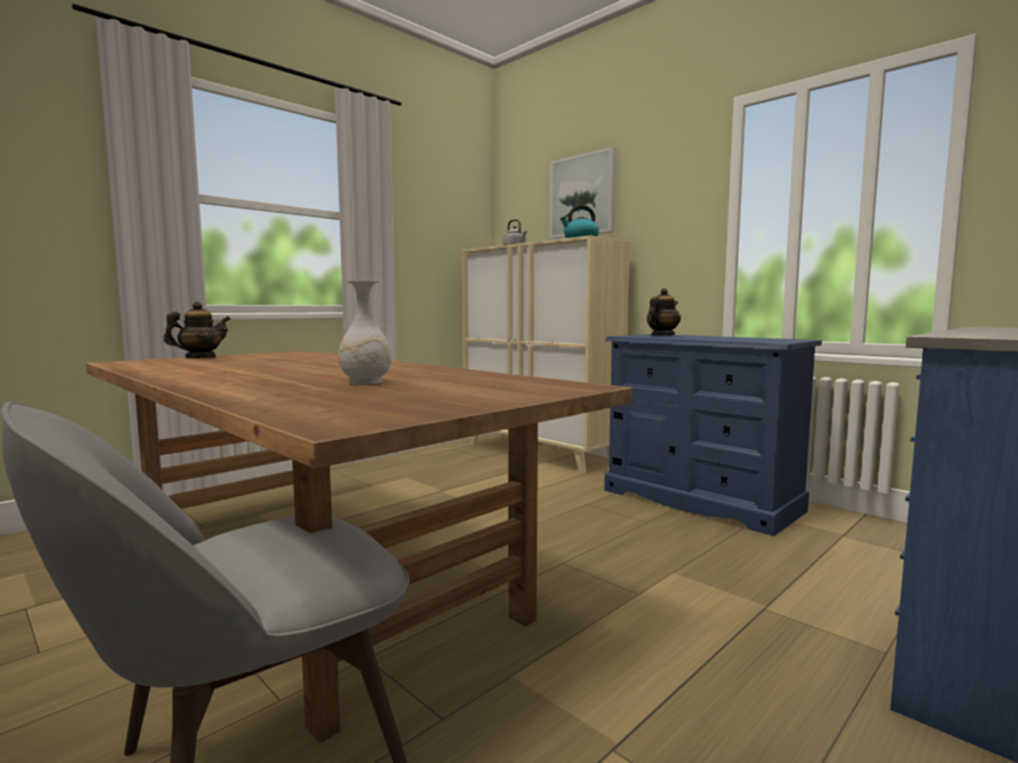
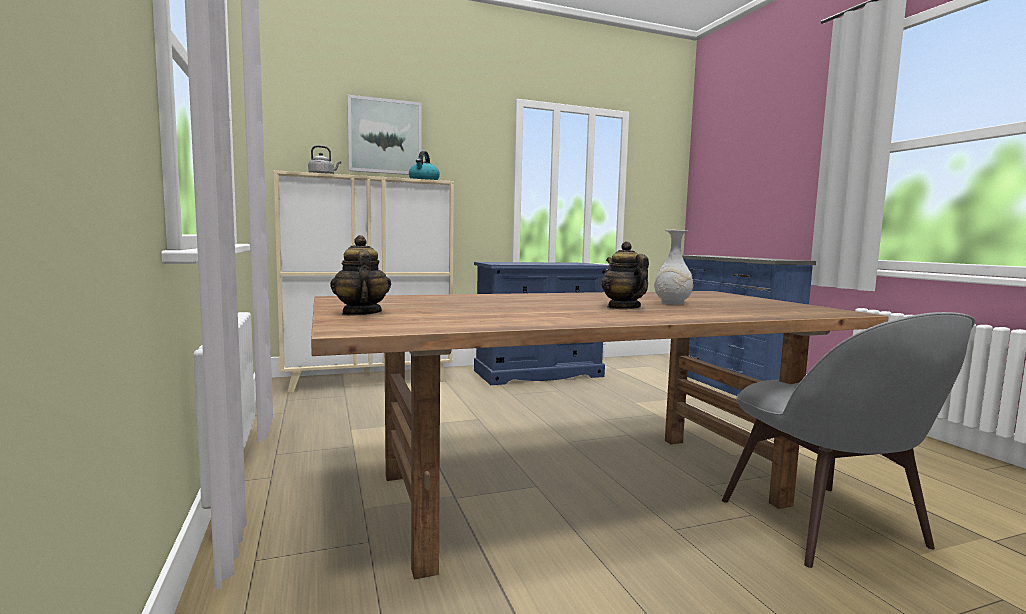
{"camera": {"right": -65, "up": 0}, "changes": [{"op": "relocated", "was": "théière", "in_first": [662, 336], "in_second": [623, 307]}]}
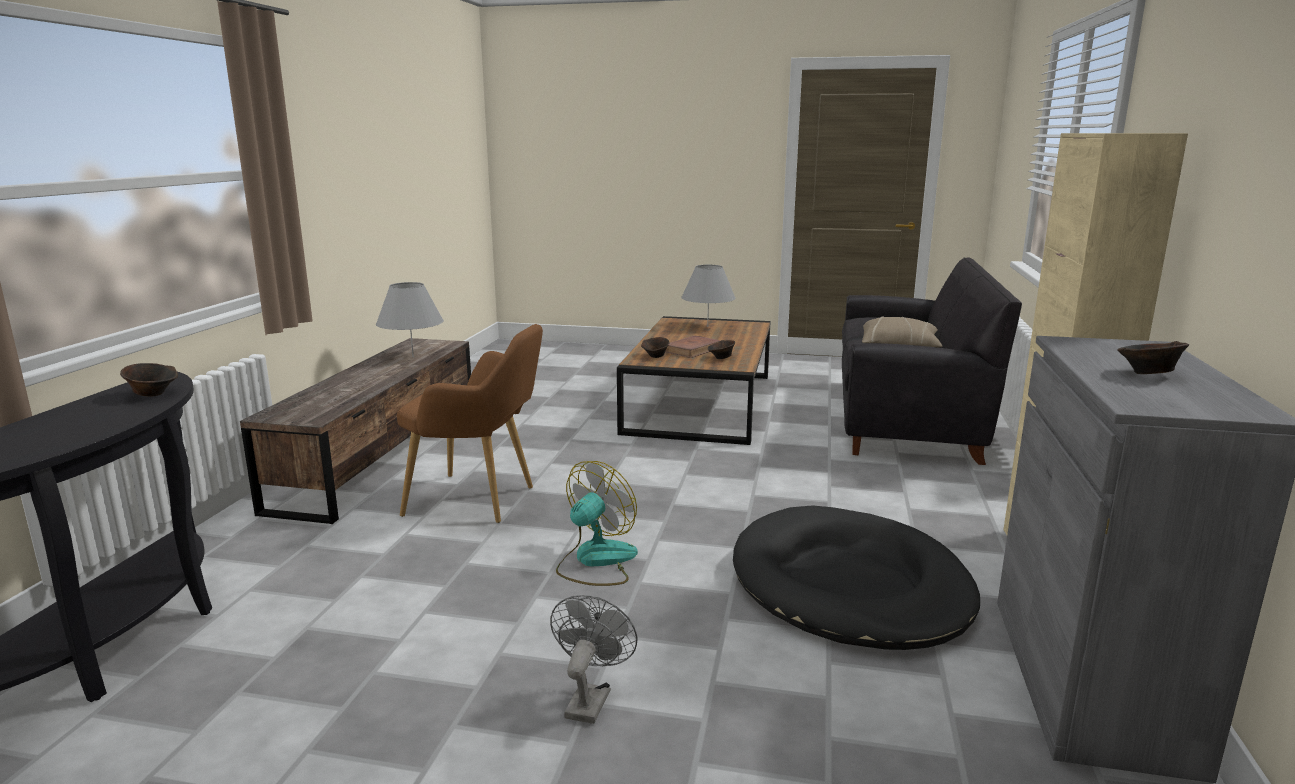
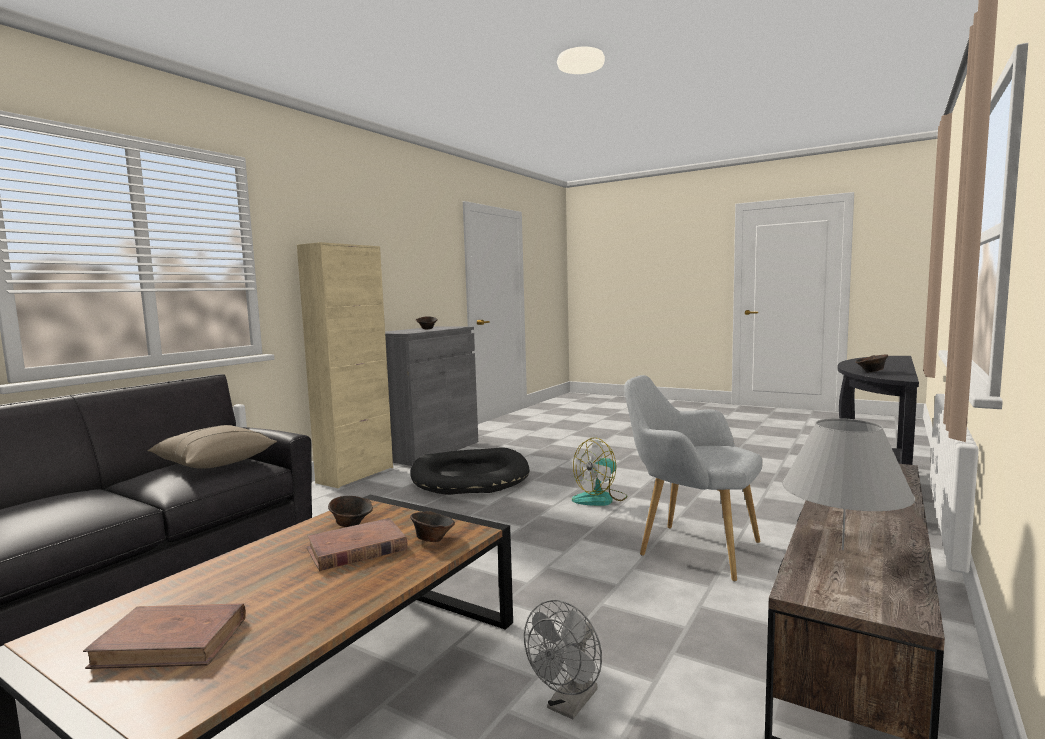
{"camera": {"right": -160, "up": -10}, "changes": [{"op": "colour", "was": "fauteuil (marron)", "now": "fauteuil (gris)", "in_first": [479, 501], "in_second": [691, 548]}, {"op": "relocated", "was": "ventilateur (gris)", "in_first": [590, 699], "in_second": [569, 705]}, {"op": "exchanged", "was": "lampe de table (gris)", "now": "livre (marron)", "in_first": [707, 326], "in_second": [172, 642]}]}
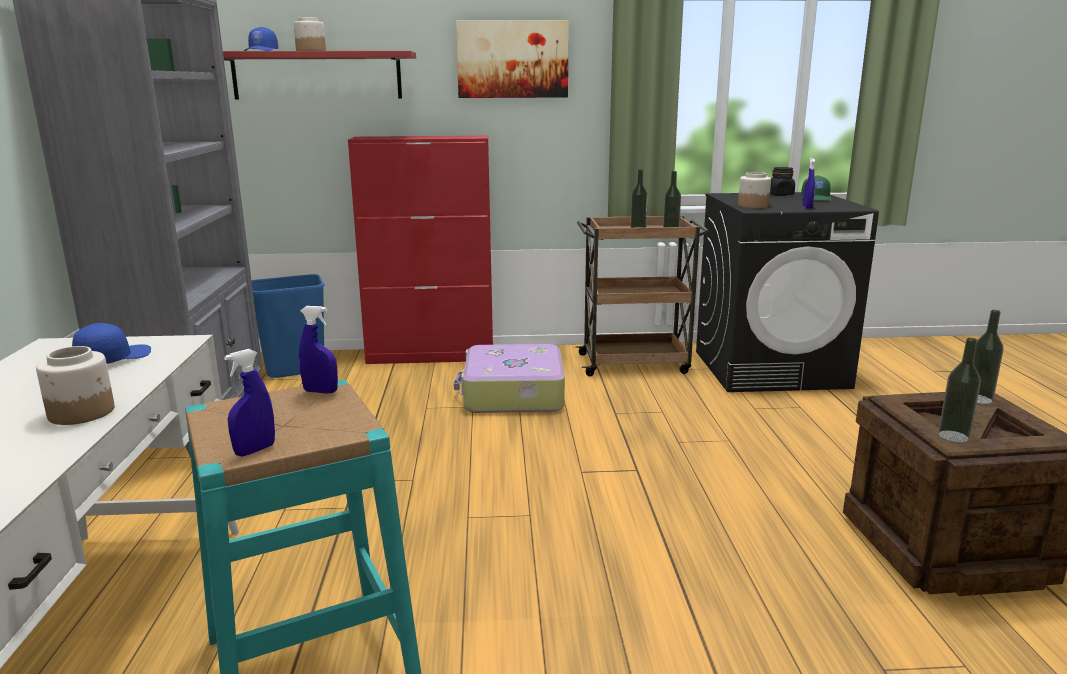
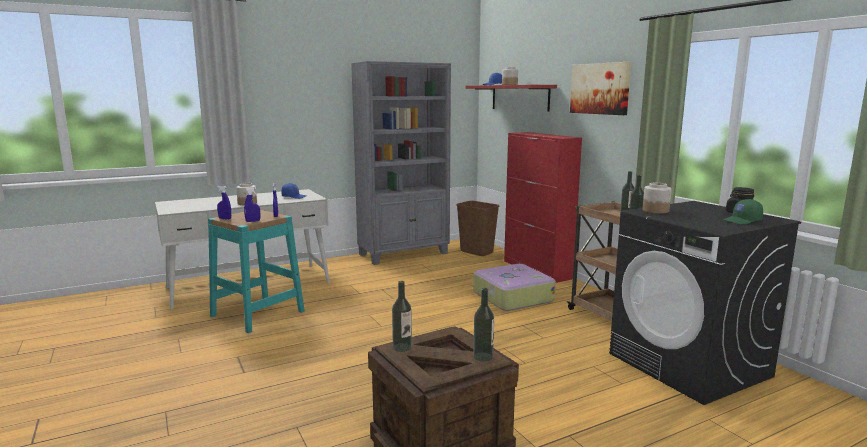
{"camera": {"right": 65, "up": -5}, "changes": [{"op": "colour", "was": "poubelle (bleu)", "now": "poubelle (marron)", "in_first": [294, 370], "in_second": [476, 252]}, {"op": "relocated", "was": "vaporisateur (bleu)", "in_first": [807, 207], "in_second": [253, 221]}]}
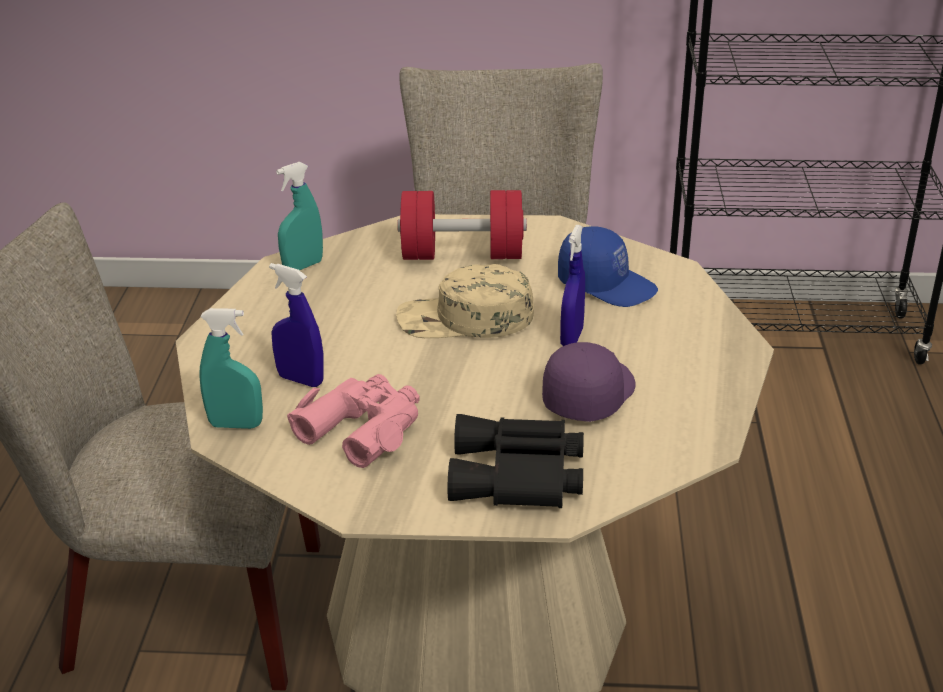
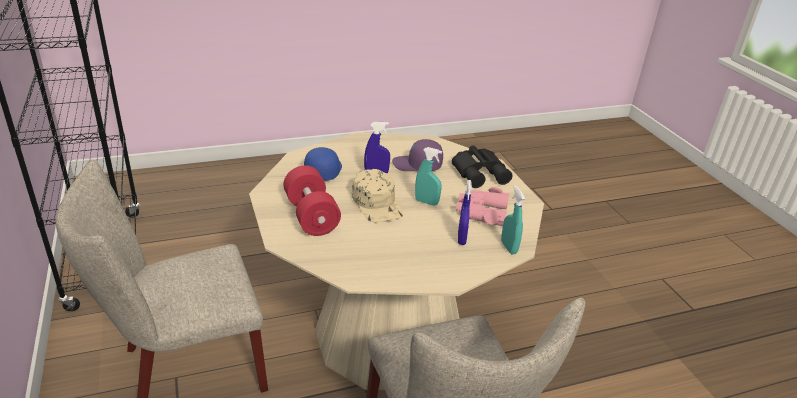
{"camera": {"right": -115, "up": 0}, "changes": [{"op": "relocated", "was": "vaporisateur (turquoise)", "in_first": [303, 266], "in_second": [426, 202]}]}
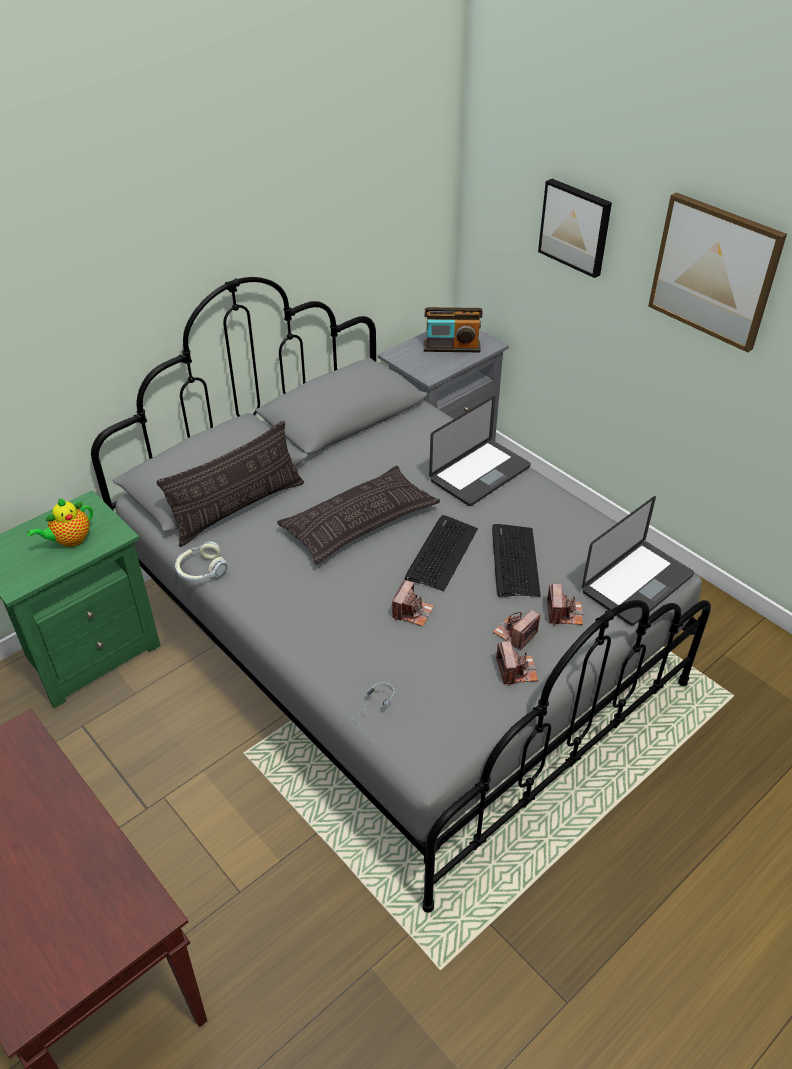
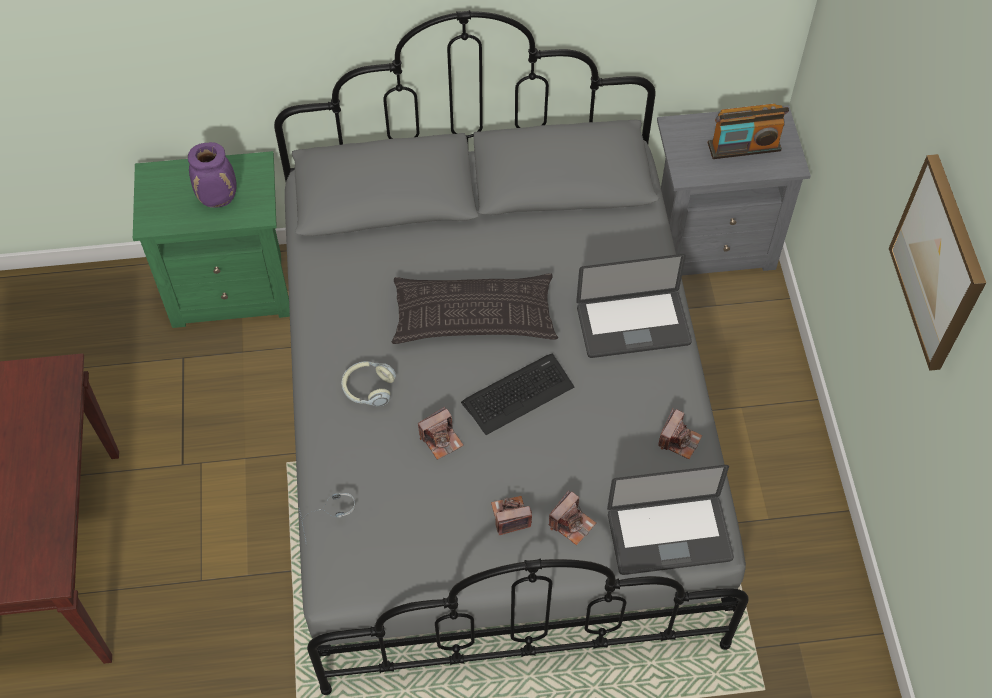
{"camera": {"right": 35, "up": 15}, "changes": [{"op": "exchanged", "was": "théière", "now": "vase (violet)", "in_first": [70, 540], "in_second": [219, 199]}, {"op": "missing", "was": "coussin", "in_first": [238, 508]}, {"op": "relocated", "was": "casque audio", "in_first": [201, 570], "in_second": [368, 388]}, {"op": "spun", "was": "radio", "in_first": [451, 347], "in_second": [744, 147], "clockwise": -45}, {"op": "missing", "was": "clavier", "in_first": [514, 561]}, {"op": "relocated", "was": "appareil photo", "in_first": [516, 670], "in_second": [679, 440]}, {"op": "missing", "was": "tableau", "in_first": [576, 227]}]}
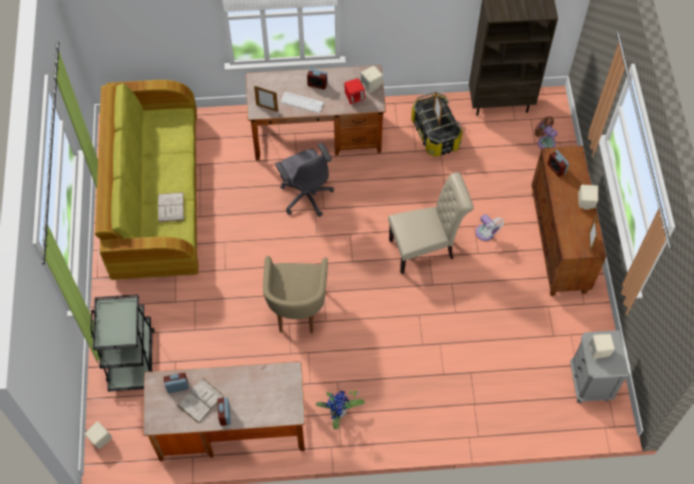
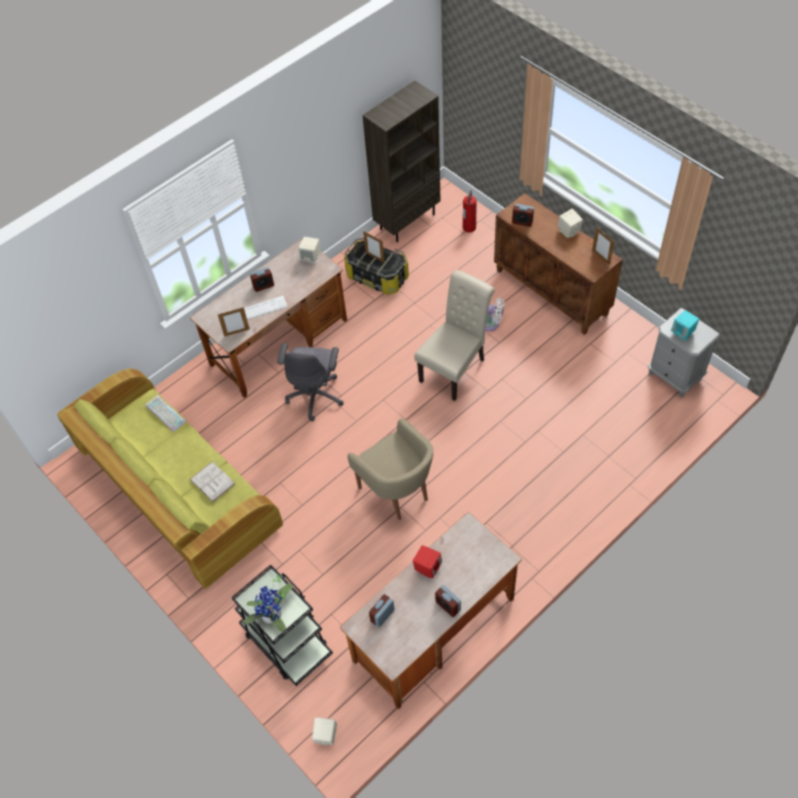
{"camera": {"right": -35, "up": -5}, "changes": [{"op": "missing", "was": "livre (blanc)", "in_first": [200, 400]}, {"op": "spun", "was": "chaise de bureau (gris)", "in_first": [306, 195], "in_second": [316, 395], "clockwise": 75}, {"op": "relocated", "was": "plante en pot", "in_first": [339, 414], "in_second": [274, 617]}, {"op": "relocated", "was": "enceinte (rouge)", "in_first": [354, 97], "in_second": [427, 567]}, {"op": "exchanged", "was": "ventilateur (marron)", "now": "extincteur", "in_first": [545, 142], "in_second": [469, 227]}, {"op": "colour", "was": "enceinte (beige)", "now": "enceinte (turquoise)", "in_first": [599, 351], "in_second": [683, 332]}, {"op": "appeared", "now": "clavier", "in_second": [164, 413]}]}
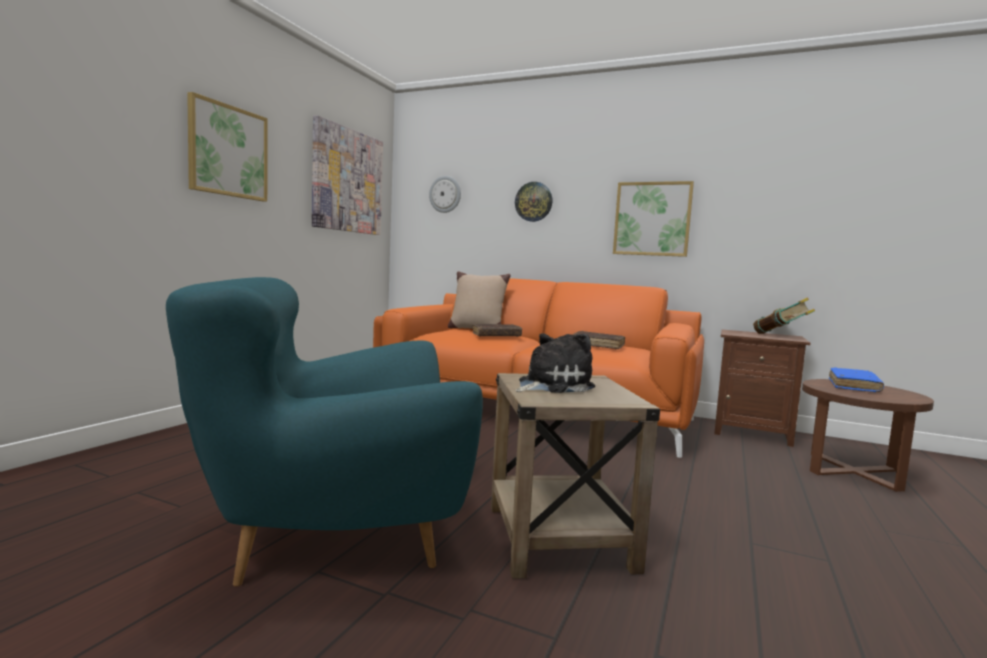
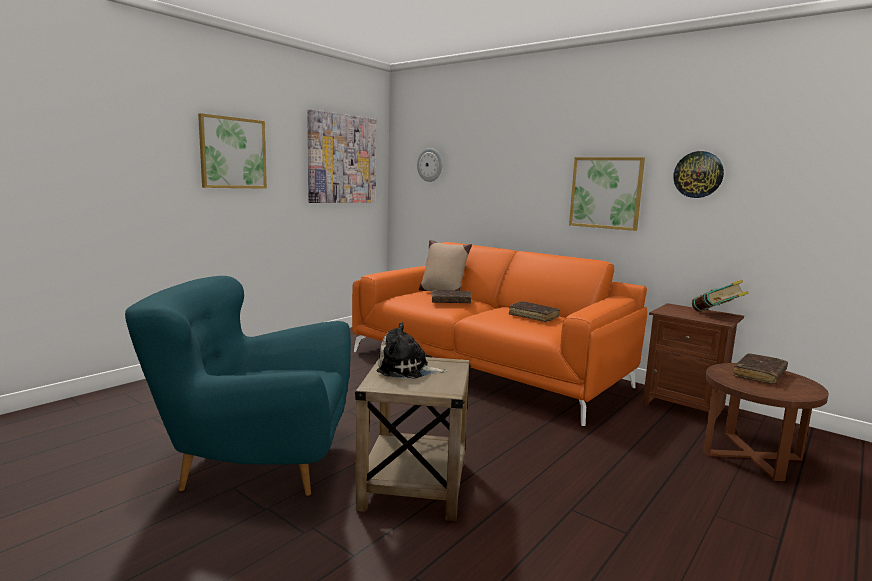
{"camera": {"right": 15, "up": 5}, "changes": [{"op": "relocated", "was": "horloge murale", "in_first": [533, 201], "in_second": [698, 174]}, {"op": "spun", "was": "peluche", "in_first": [551, 385], "in_second": [406, 370], "clockwise": -150}, {"op": "colour", "was": "livre (bleu)", "now": "livre (marron)", "in_first": [853, 386], "in_second": [759, 374]}]}
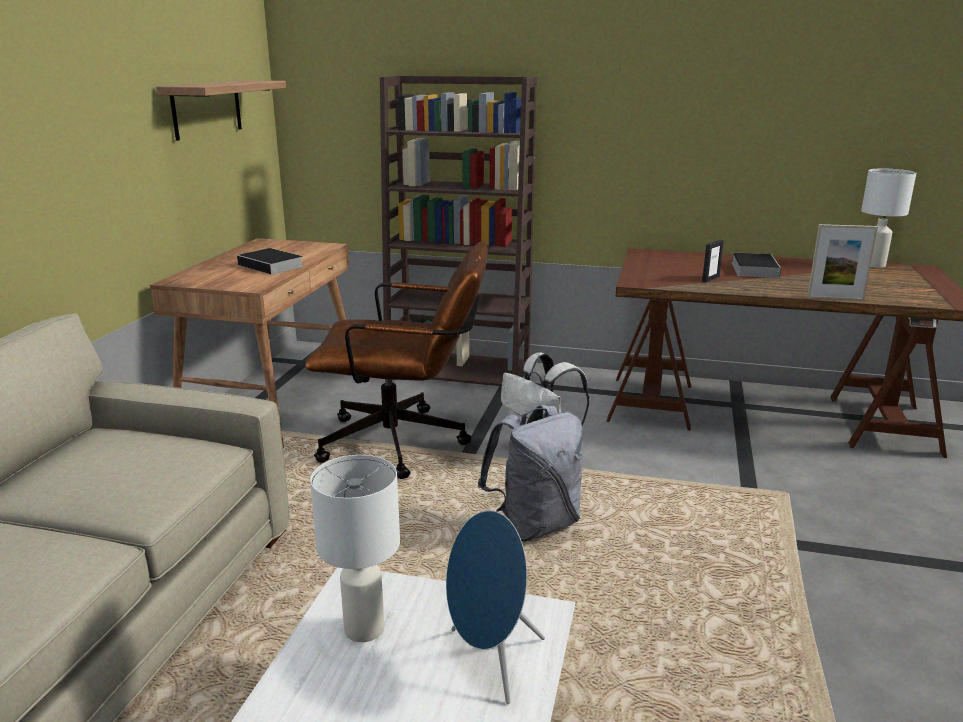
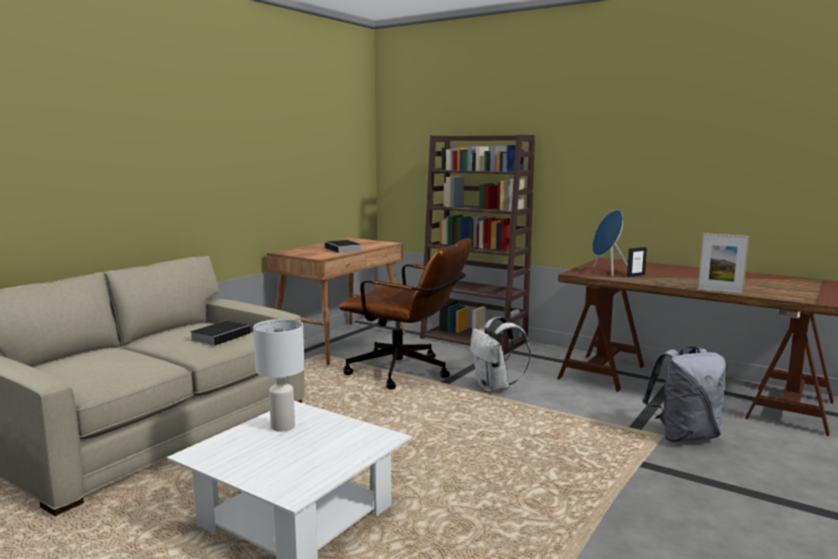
{"camera": {"right": 20, "up": -10}, "changes": [{"op": "missing", "was": "étagère", "in_first": [207, 109]}, {"op": "relocated", "was": "enceinte (bleu)", "in_first": [490, 661], "in_second": [607, 272]}, {"op": "relocated", "was": "sac à dos (gris)", "in_first": [534, 525], "in_second": [684, 436]}, {"op": "relocated", "was": "livre", "in_first": [753, 269], "in_second": [221, 336]}, {"op": "missing", "was": "lampe de table (blanc)", "in_first": [874, 265]}]}
